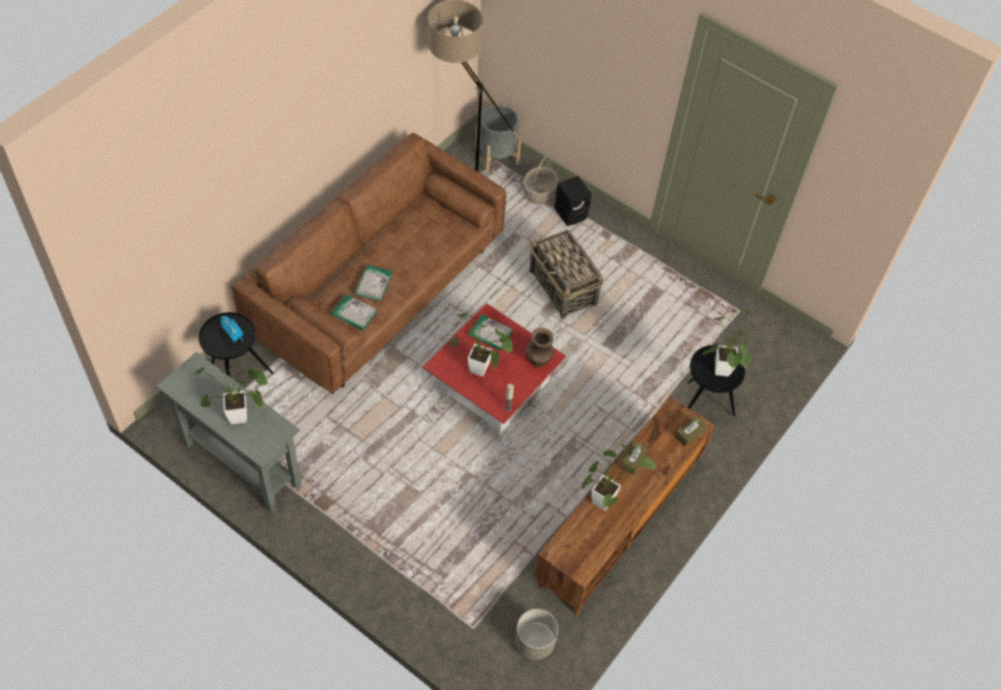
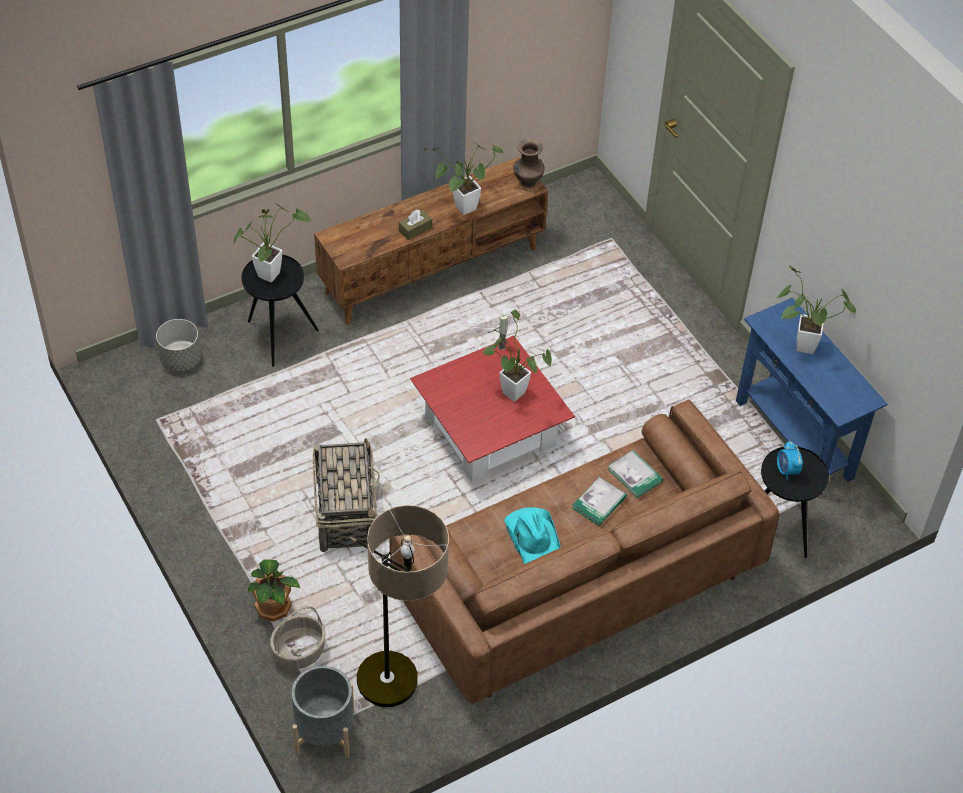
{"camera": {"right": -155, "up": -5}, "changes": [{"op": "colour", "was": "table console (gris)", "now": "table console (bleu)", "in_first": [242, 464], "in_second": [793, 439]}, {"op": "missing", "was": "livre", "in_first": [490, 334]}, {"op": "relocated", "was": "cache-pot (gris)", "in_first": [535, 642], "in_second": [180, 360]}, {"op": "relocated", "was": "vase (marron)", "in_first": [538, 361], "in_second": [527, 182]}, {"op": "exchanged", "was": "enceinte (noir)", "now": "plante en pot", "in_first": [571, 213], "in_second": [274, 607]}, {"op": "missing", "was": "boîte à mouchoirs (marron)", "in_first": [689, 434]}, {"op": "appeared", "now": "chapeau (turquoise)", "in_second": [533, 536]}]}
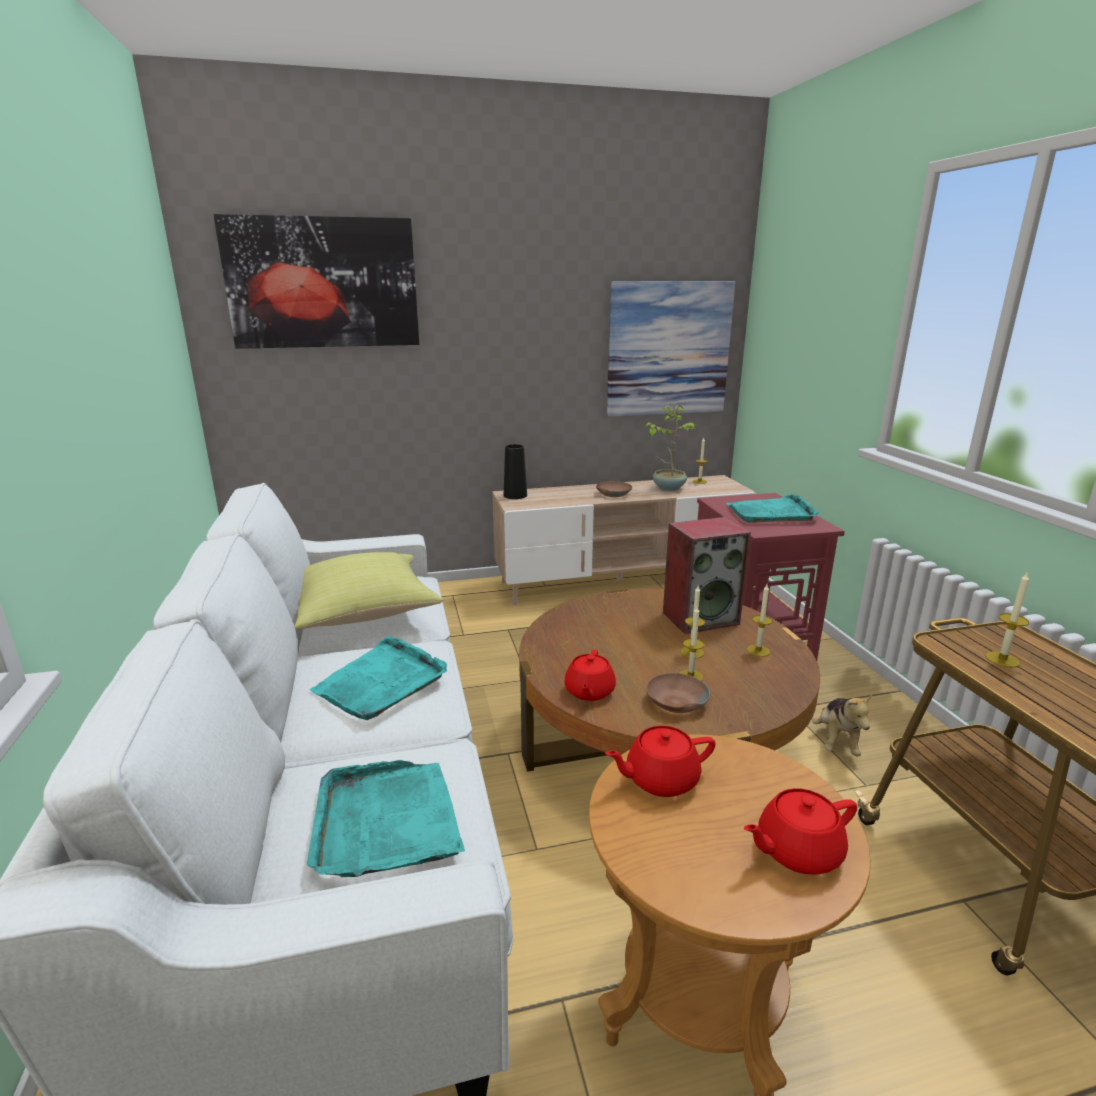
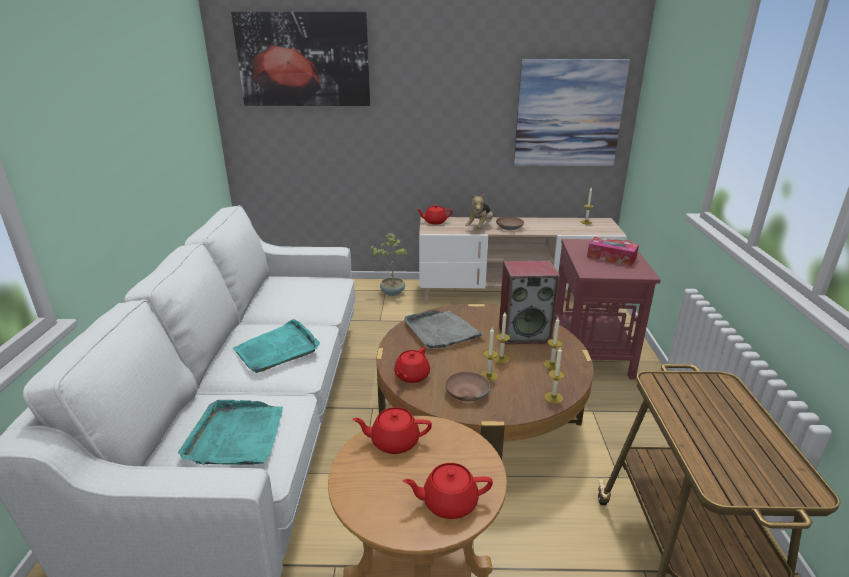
{"camera": {"right": 15, "up": 5}, "changes": [{"op": "missing", "was": "coussin (jaune)", "in_first": [360, 614]}, {"op": "exchanged", "was": "vase (noir)", "now": "théière (rouge)", "in_first": [515, 495], "in_second": [434, 222]}, {"op": "relocated", "was": "plante en pot", "in_first": [668, 488], "in_second": [392, 292]}, {"op": "exchanged", "was": "plateau (turquoise)", "now": "boîte à mouchoirs", "in_first": [771, 513], "in_second": [611, 257]}, {"op": "relocated", "was": "peluche", "in_first": [836, 741], "in_second": [480, 227]}, {"op": "relocated", "was": "bougie", "in_first": [1002, 659], "in_second": [553, 397]}, {"op": "appeared", "now": "plateau (gris)", "in_second": [441, 331]}]}
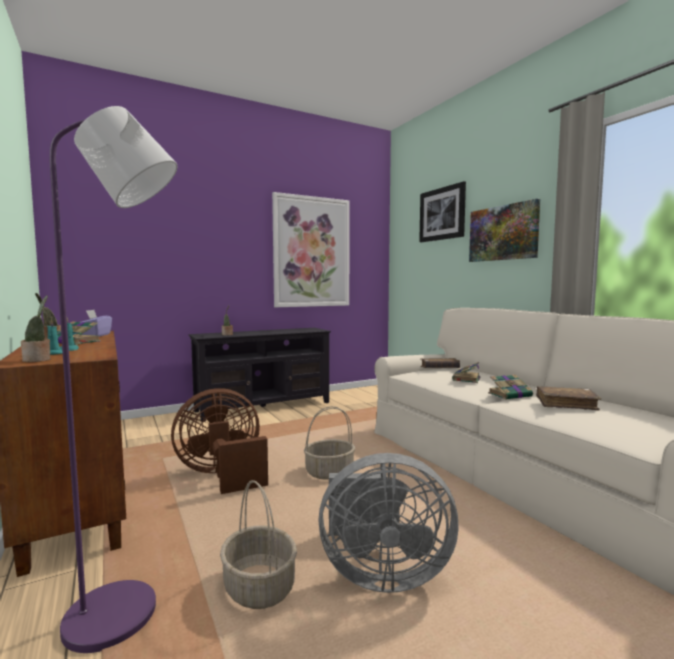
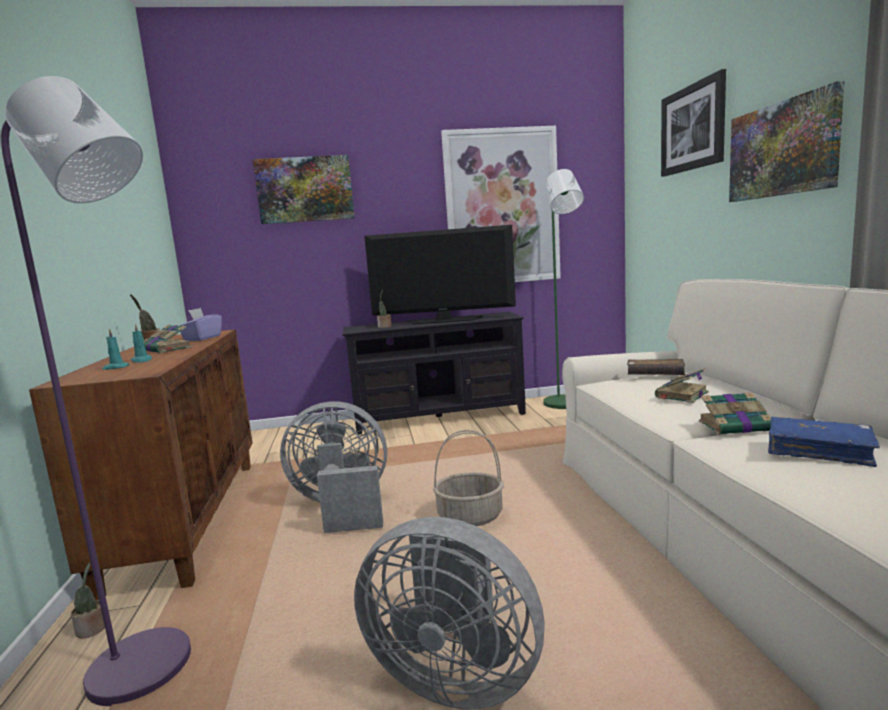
{"camera": {"right": 20, "up": 5}, "changes": [{"op": "relocated", "was": "plante en pot", "in_first": [38, 360], "in_second": [93, 629]}, {"op": "colour", "was": "ventilateur (marron)", "now": "ventilateur (gris)", "in_first": [222, 475], "in_second": [342, 507]}, {"op": "missing", "was": "panier", "in_first": [258, 587]}, {"op": "colour", "was": "livre (marron)", "now": "livre (bleu)", "in_first": [566, 404], "in_second": [818, 450]}, {"op": "appeared", "now": "tableau", "in_second": [305, 189]}, {"op": "appeared", "now": "téléviseur", "in_second": [444, 320]}, {"op": "appeared", "now": "lampadaire (vert)", "in_second": [565, 405]}]}
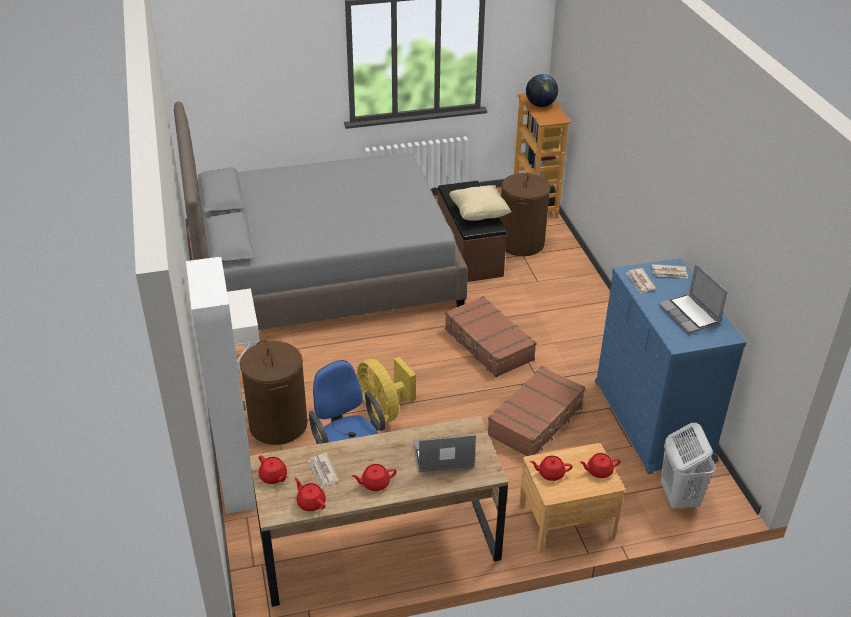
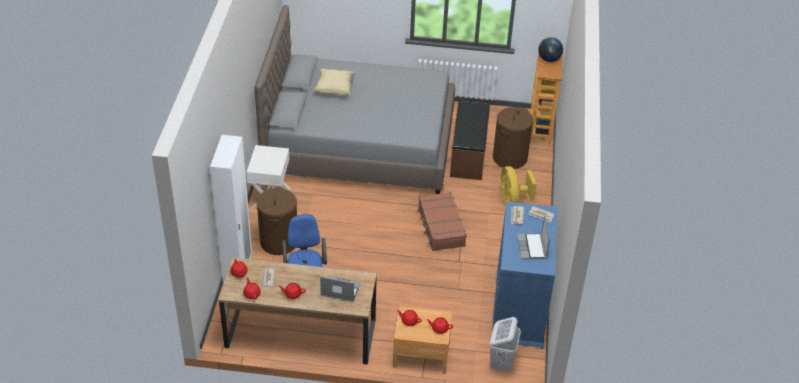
{"camera": {"right": 20, "up": 5}, "changes": [{"op": "relocated", "was": "ventilateur (jaune)", "in_first": [384, 410], "in_second": [512, 200]}, {"op": "relocated", "was": "coussin (beige)", "in_first": [479, 214], "in_second": [335, 90]}, {"op": "missing", "was": "valise (marron)", "in_first": [536, 420]}]}
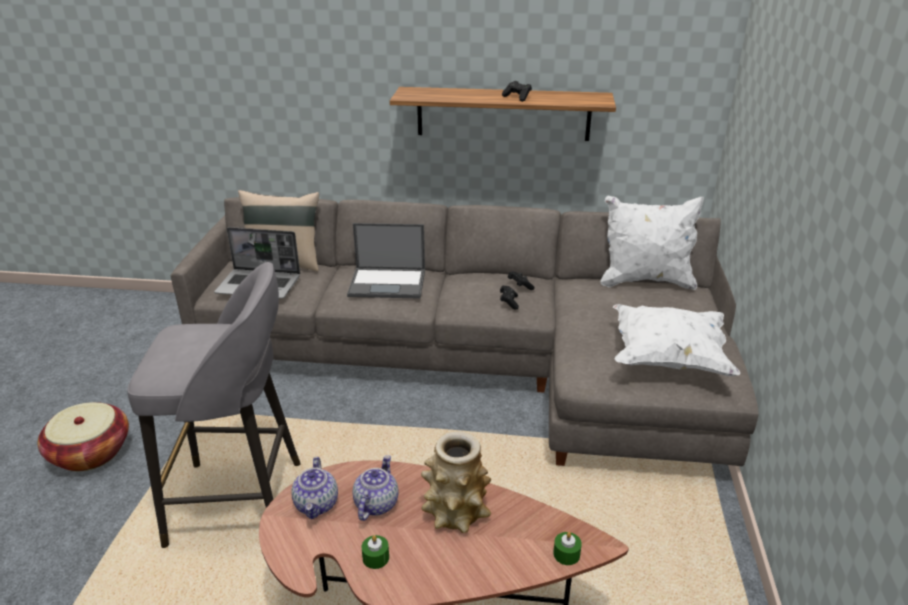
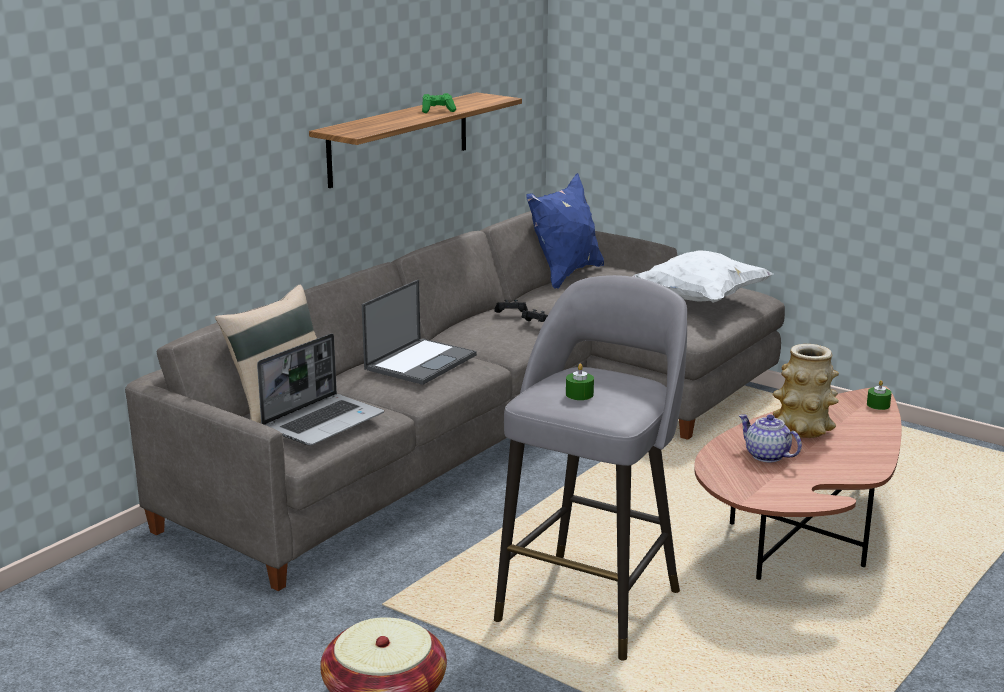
{"camera": {"right": -60, "up": -10}, "changes": [{"op": "missing", "was": "théière", "in_first": [317, 504]}, {"op": "relocated", "was": "bougie (vert)", "in_first": [376, 557], "in_second": [579, 394]}, {"op": "colour", "was": "manette (noir)", "now": "manette (vert)", "in_first": [517, 97], "in_second": [438, 111]}, {"op": "colour", "was": "coussin (blanc)", "now": "coussin (bleu)", "in_first": [645, 281], "in_second": [565, 275]}]}
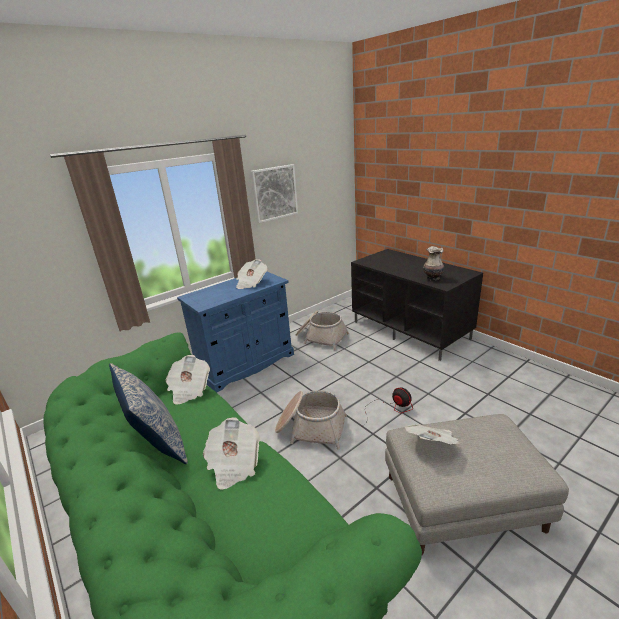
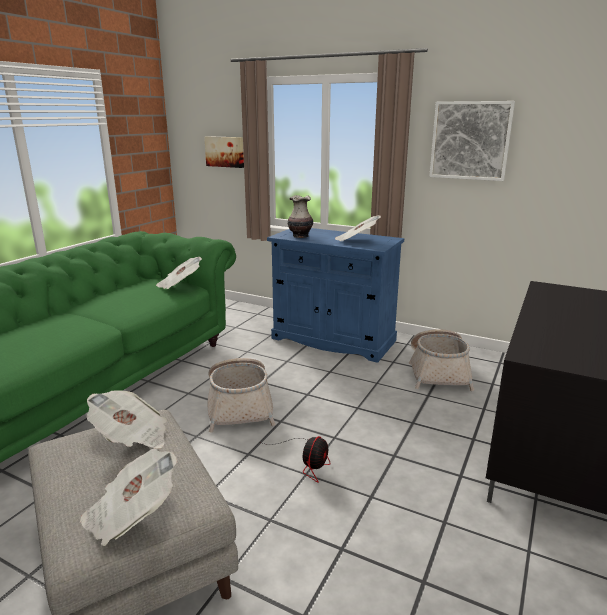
{"camera": {"right": 65, "up": -5}, "changes": [{"op": "missing", "was": "coussin", "in_first": [158, 444]}, {"op": "relocated", "was": "journal", "in_first": [233, 464], "in_second": [131, 514]}, {"op": "relocated", "was": "vase", "in_first": [433, 278], "in_second": [300, 236]}, {"op": "appeared", "now": "tableau", "in_second": [225, 151]}]}
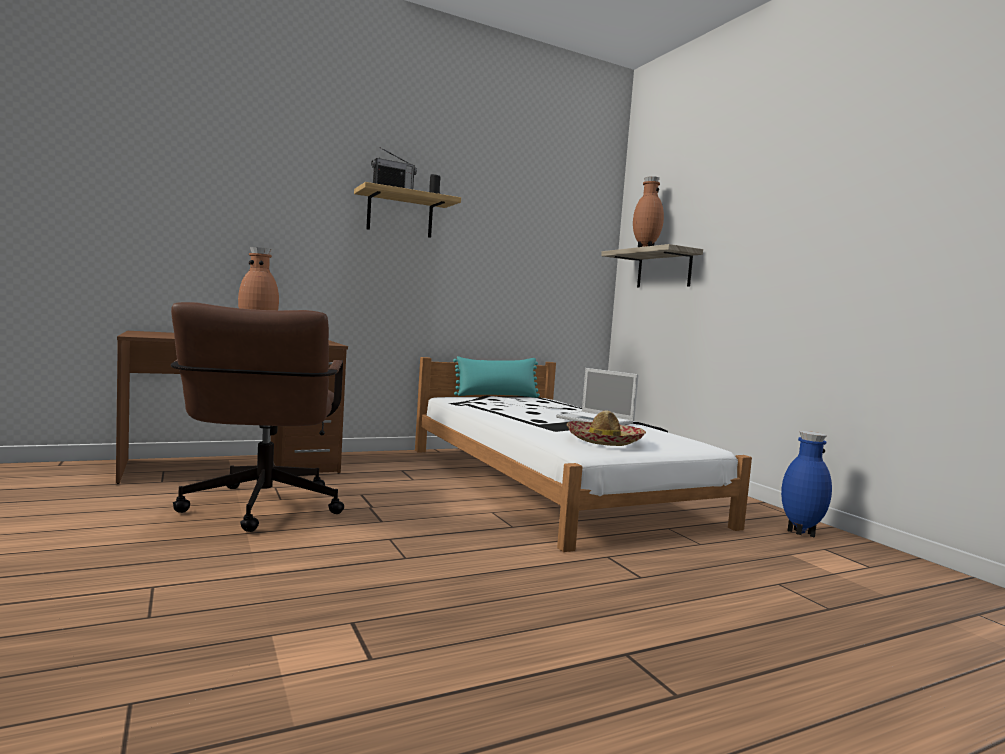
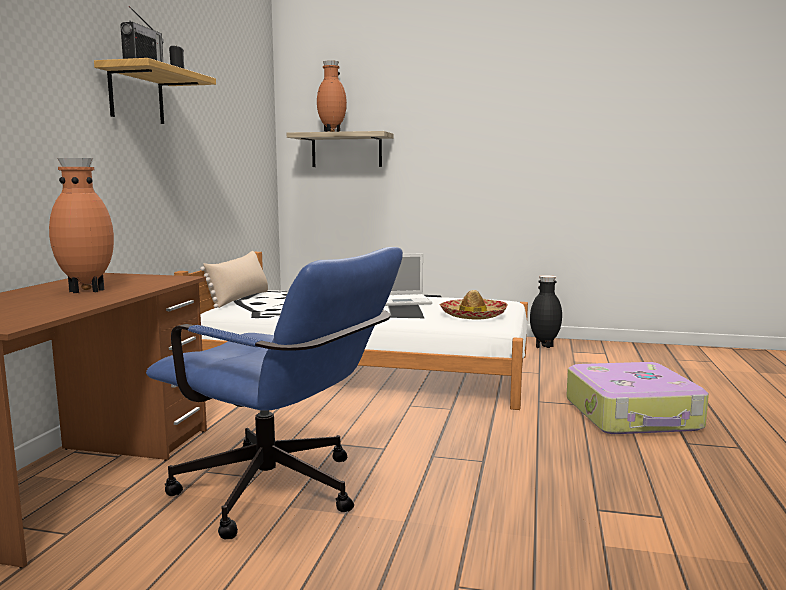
{"camera": {"right": -50, "up": 5}, "changes": [{"op": "colour", "was": "chaise de bureau (marron)", "now": "chaise de bureau (bleu)", "in_first": [260, 511], "in_second": [282, 494]}, {"op": "colour", "was": "coussin (turquoise)", "now": "coussin (beige)", "in_first": [497, 396], "in_second": [239, 299]}, {"op": "colour", "was": "vase (bleu)", "now": "vase (noir)", "in_first": [800, 534], "in_second": [544, 347]}, {"op": "appeared", "now": "valise", "in_second": [633, 415]}]}
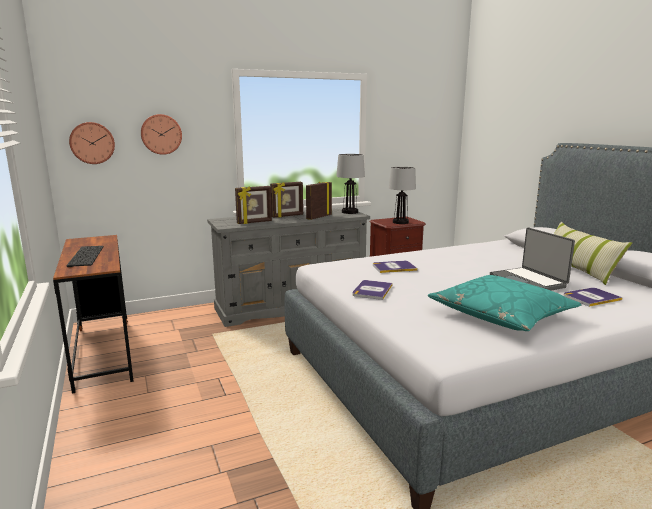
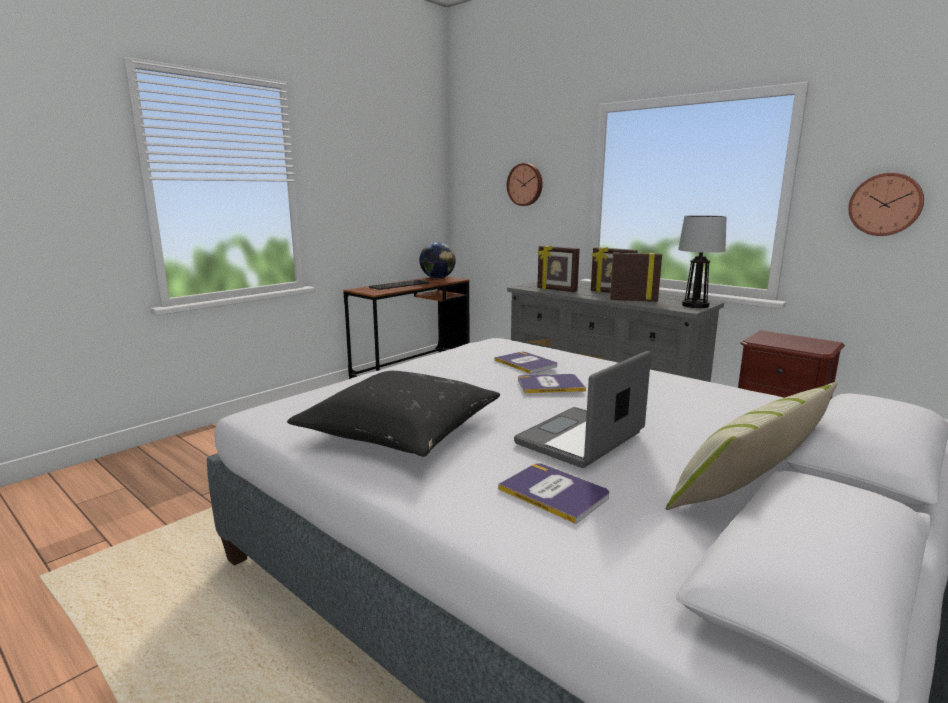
{"camera": {"right": 65, "up": 0}, "changes": [{"op": "relocated", "was": "horloge murale", "in_first": [92, 143], "in_second": [885, 204]}, {"op": "relocated", "was": "livre", "in_first": [372, 290], "in_second": [550, 385]}, {"op": "missing", "was": "lampe de table", "in_first": [401, 222]}, {"op": "colour", "was": "coussin (turquoise)", "now": "coussin (noir)", "in_first": [501, 315], "in_second": [401, 429]}, {"op": "appeared", "now": "globe", "in_second": [437, 278]}]}
